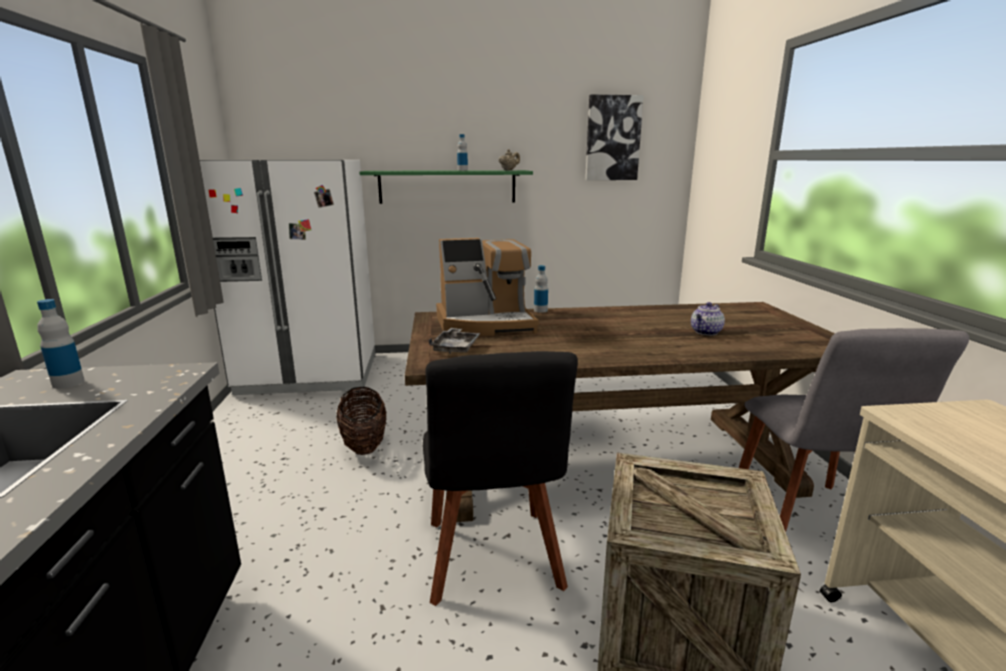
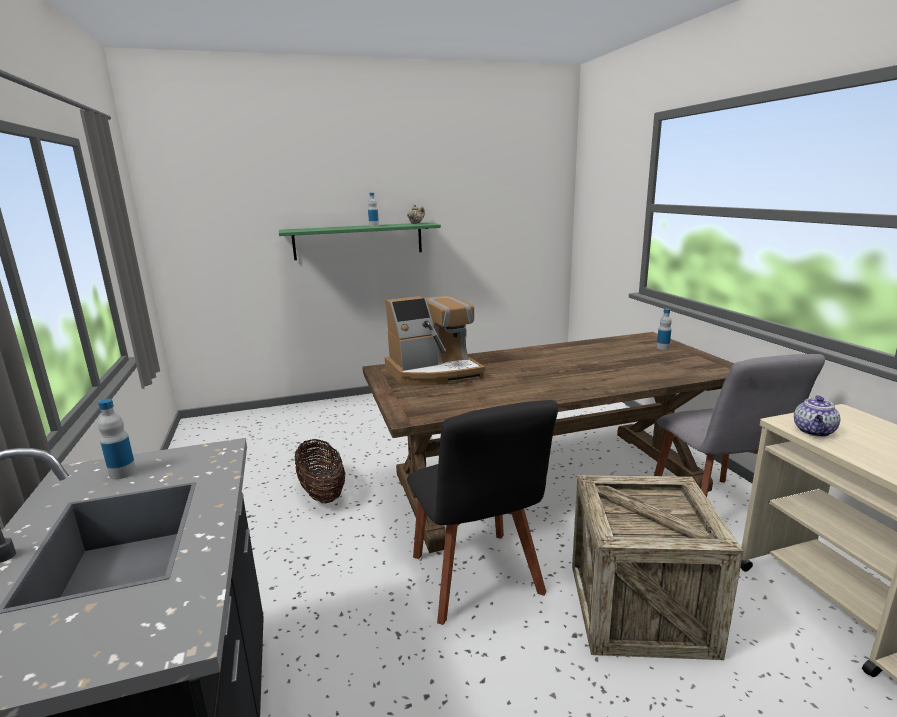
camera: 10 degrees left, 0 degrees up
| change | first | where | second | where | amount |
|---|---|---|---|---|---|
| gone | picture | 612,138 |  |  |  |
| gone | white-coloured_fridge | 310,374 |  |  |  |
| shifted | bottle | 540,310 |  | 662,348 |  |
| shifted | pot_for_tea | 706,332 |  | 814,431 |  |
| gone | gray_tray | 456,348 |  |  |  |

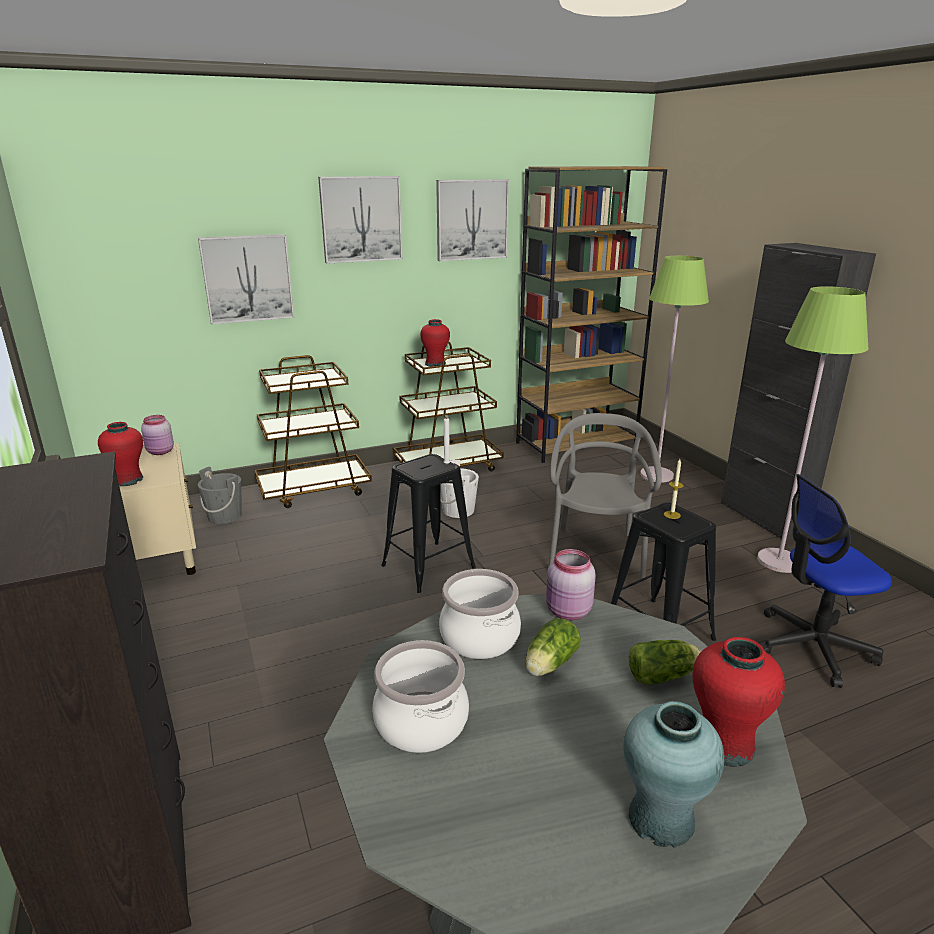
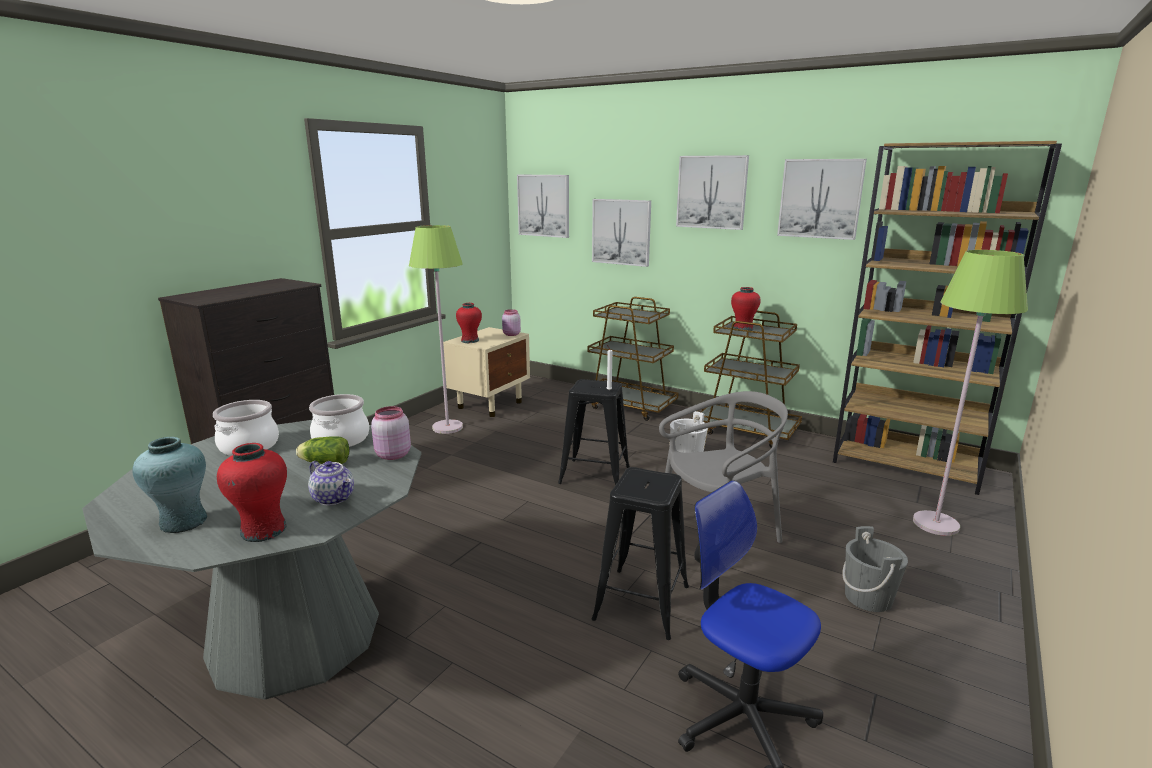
camera: 55 degrees right, 5 degrees down
| change | first | where | second | where | amount |
|---|---|---|---|---|---|
| gone | blackish_cabinet | 764,517 |  |  |  |
| shifted | green_standing_lamp | 779,561 |  | 447,427 |  |
| gone | candle | 672,515 |  |  |  |
| shifted | gray_bucket | 224,516 |  | 868,597 |  |
| swapped | lettuce_head | 664,675 | pot_for_tea | 334,498 |  |
| new |  |  | picture | 544,205 |  |

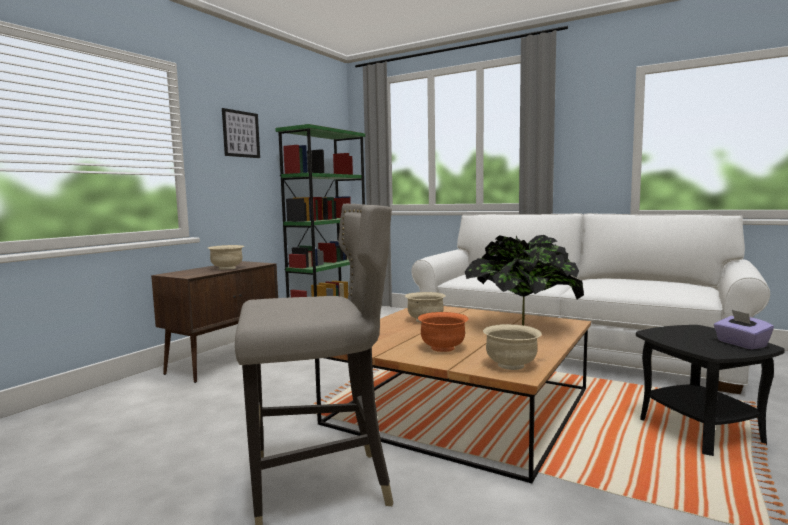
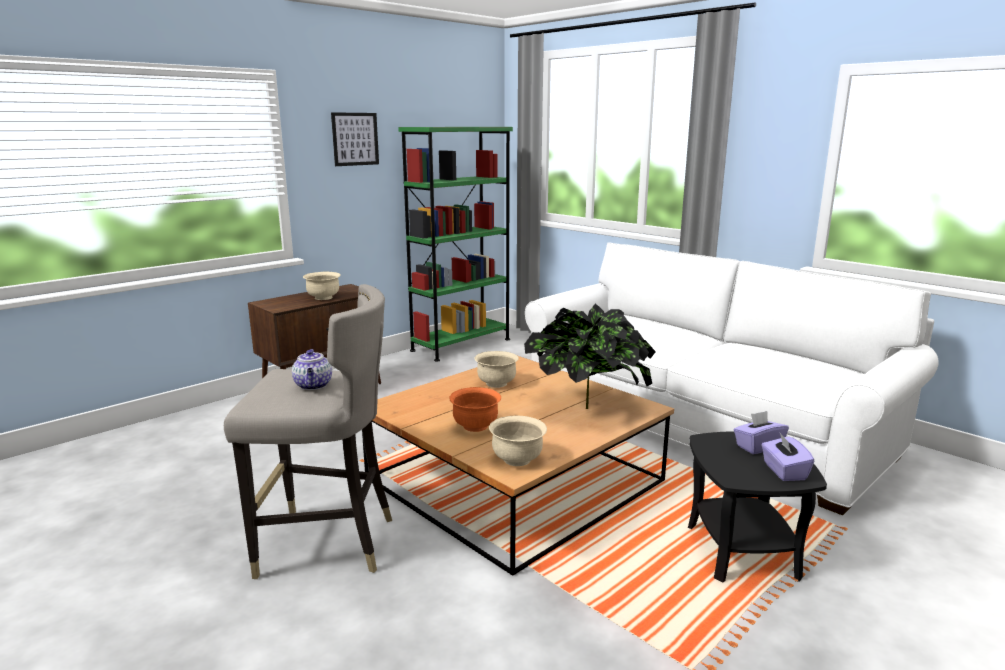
camera: 15 degrees right, 10 degrees up
| change | first | where | second | where | amount |
|---|---|---|---|---|---|
| new |  |  | pot_for_tea | 313,386 |  |
| new |  |  | purple_tissue_holder | 758,446 |  |

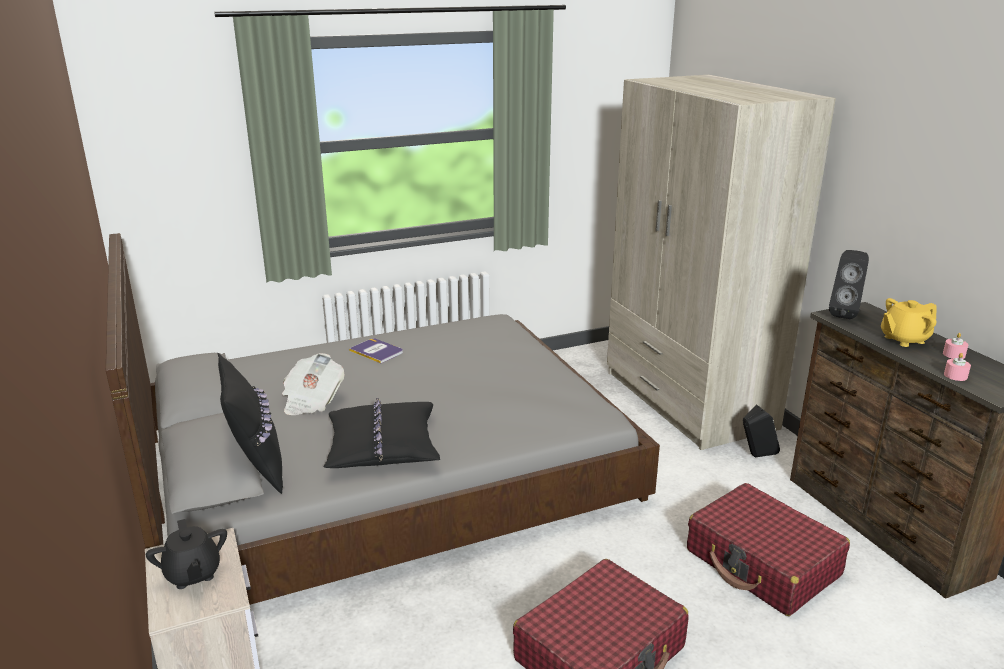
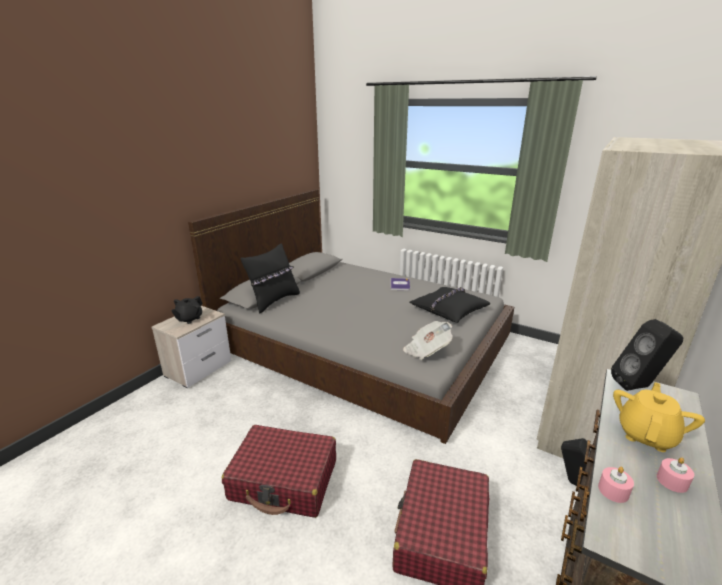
camera: 55 degrees right, 0 degrees up
| change | first | where | second | where | amount |
|---|---|---|---|---|---|
| rotated | yellowish_pot_for_tea | 903,339 |  | 646,435 | 90 degrees clockwise |
| shifted | daily_paper | 312,401 |  | 426,350 |  |
| shifted | blackish_cushion | 382,446 |  | 448,310 |  |

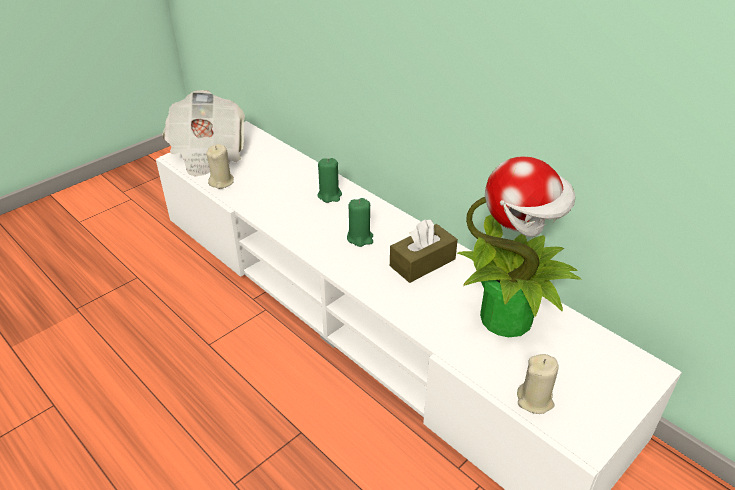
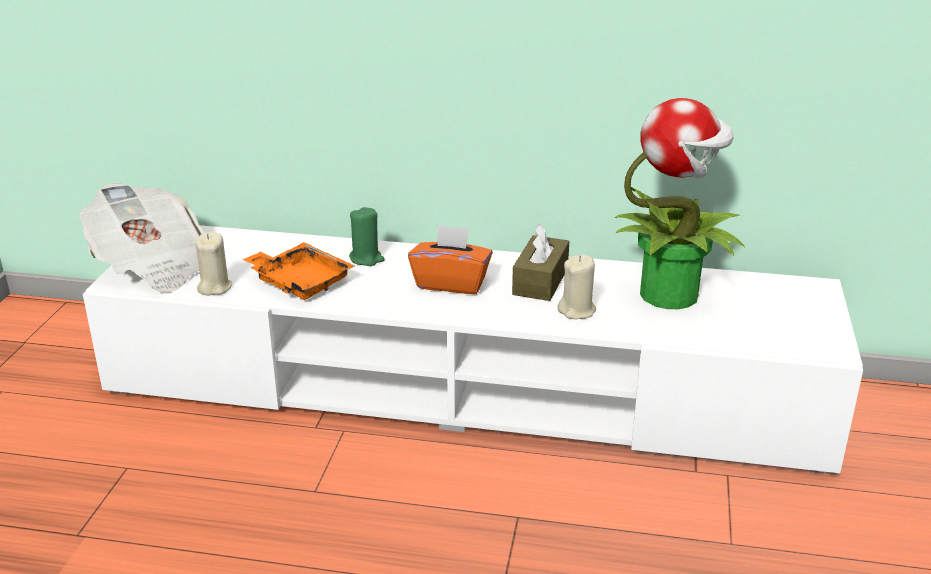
camera: 35 degrees left, 10 degrees down
| change | first | where | second | where | amount |
|---|---|---|---|---|---|
| swapped | green_candle | 360,238 | orangey_tissue_holder | 451,283 |  |
| shifted | sand-coloured_candle | 535,400 |  | 577,311 |  |
| new |  |  | orangey_tray | 300,282 |  |

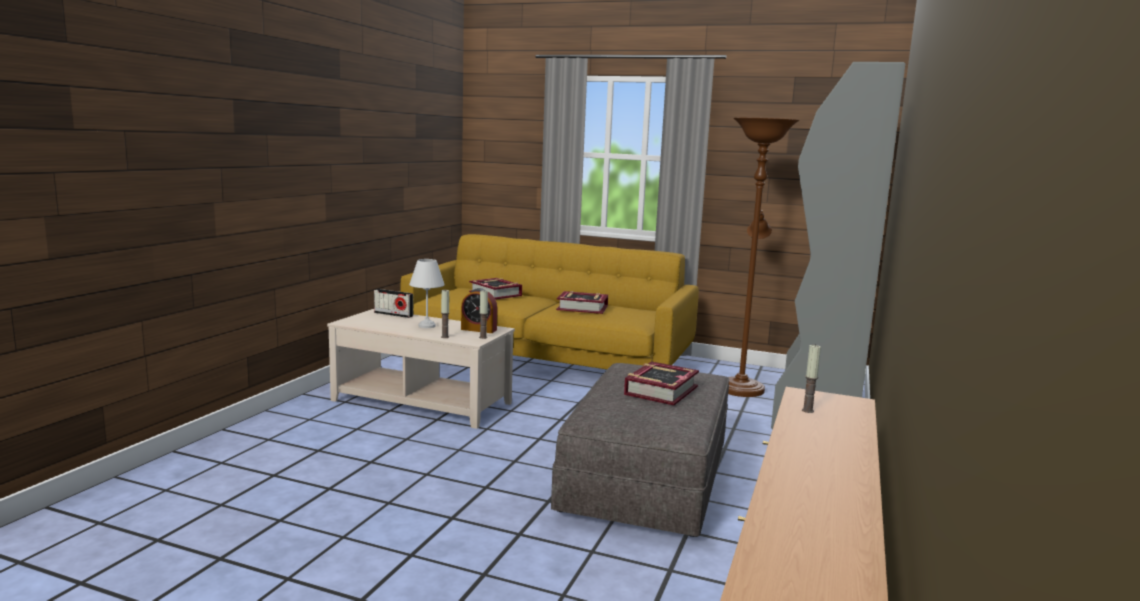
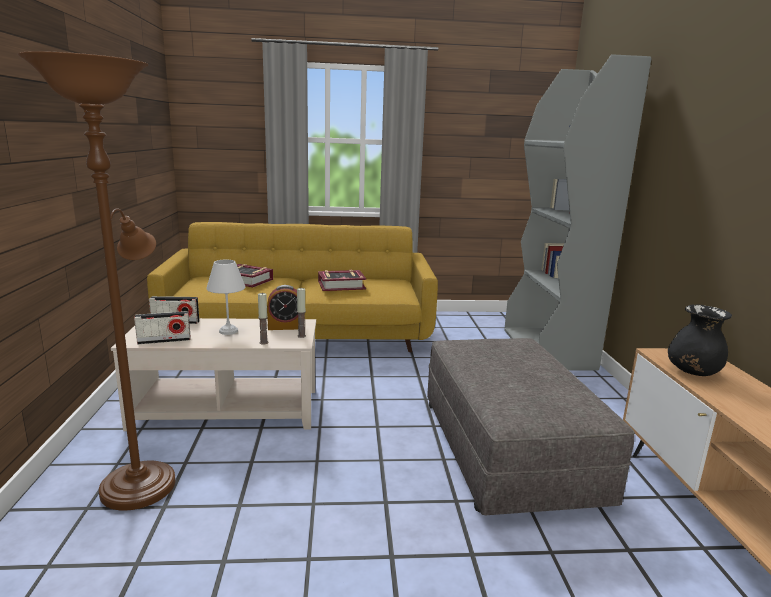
camera: 25 degrees left, 5 degrees up
| change | first | where | second | where | amount |
|---|---|---|---|---|---|
| shifted | brownish_standing_lamp | 741,387 |  | 141,481 |  |
| swapped | candle | 807,410 | blackish_vase | 692,372 |  |
| gone | volume | 660,390 |  |  |  |
| new |  |  | radio | 164,340 |  |

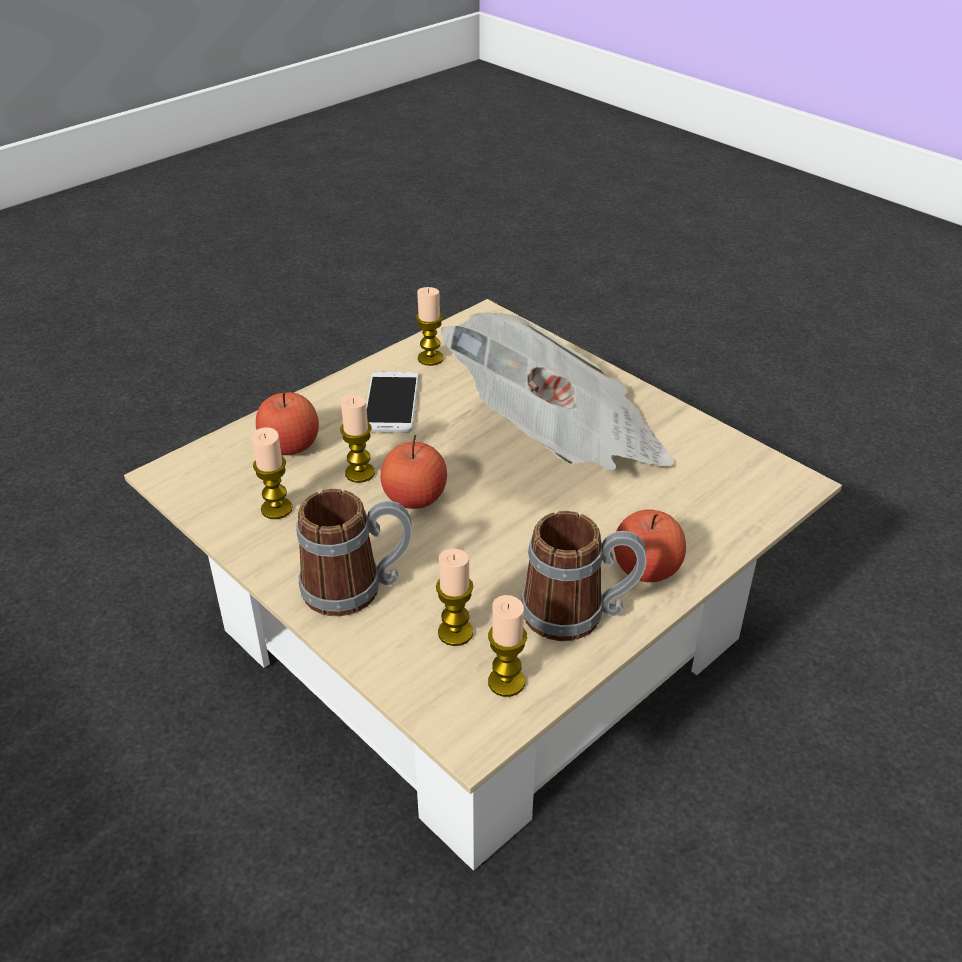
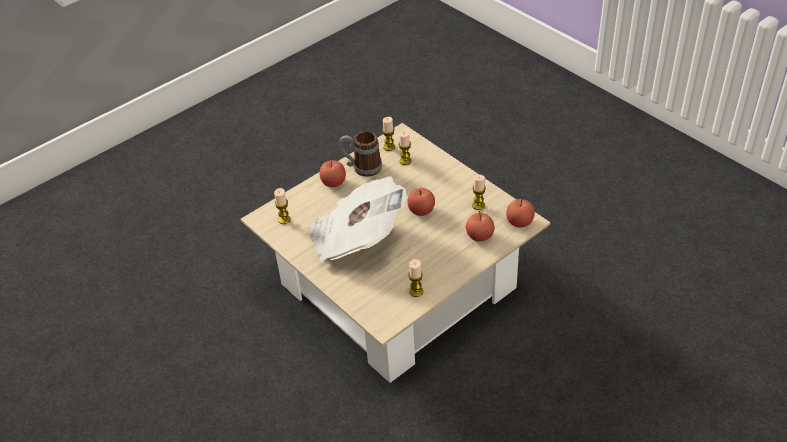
camera: 175 degrees left, 5 degrees up
| change | first | where | second | where | amount |
|---|---|---|---|---|---|
| gone | phone | 391,403 |  |  |  |
| shifted | candle | 360,473 |  | 284,219 |  |
| gone | tea_mug | 357,588 |  |  |  |
| new |  |  | apple | 519,222 |  |

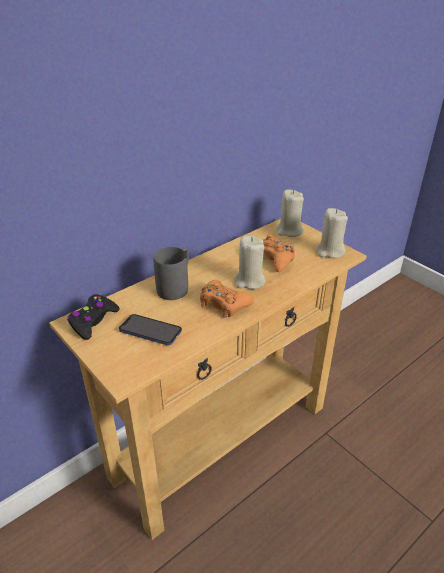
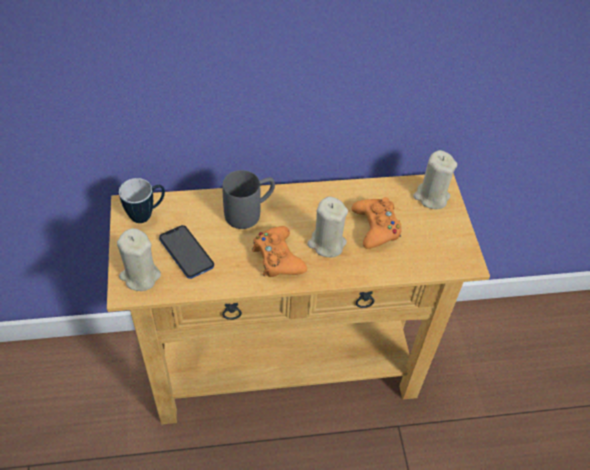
camera: 30 degrees right, 15 degrees up
| change | first | where | second | where | amount |
|---|---|---|---|---|---|
| shifted | sand-coloured_candle | 329,251 |  | 140,276 |  |
| swapped | blackish_joypad | 93,321 | tea_mug | 146,214 |  |

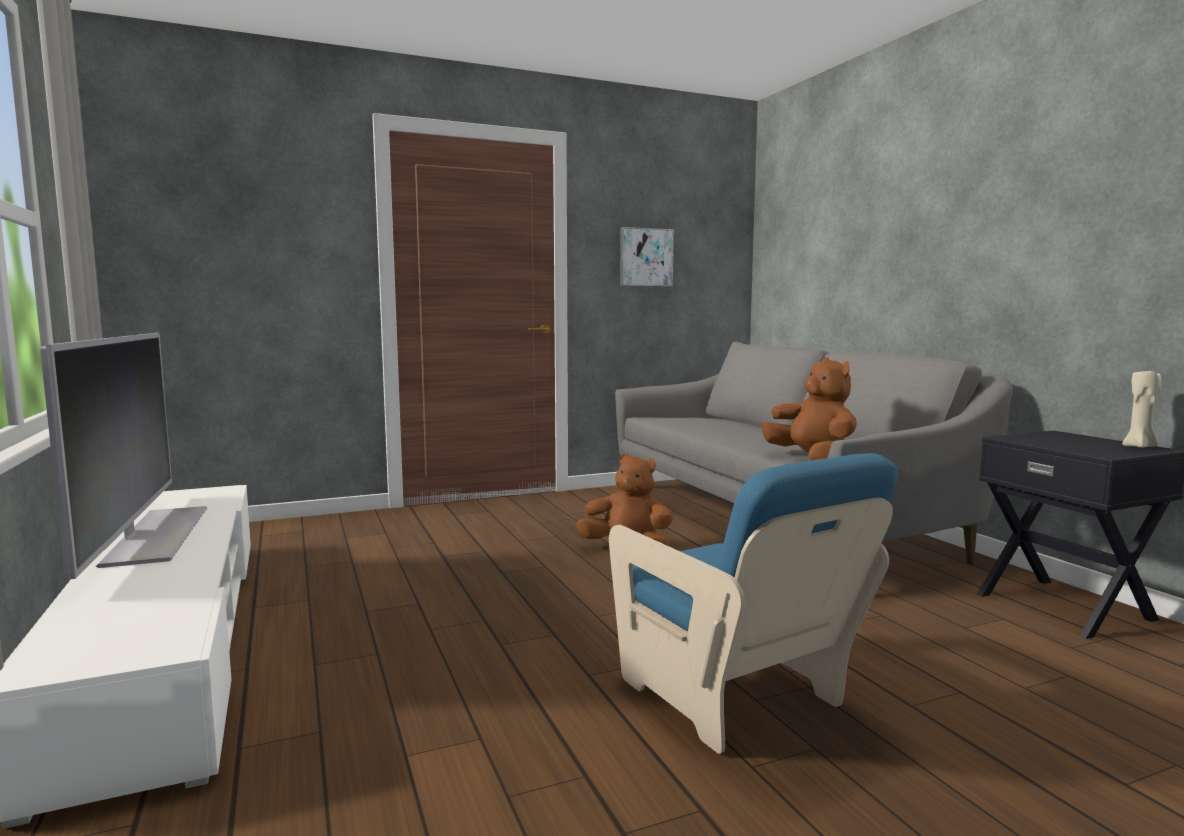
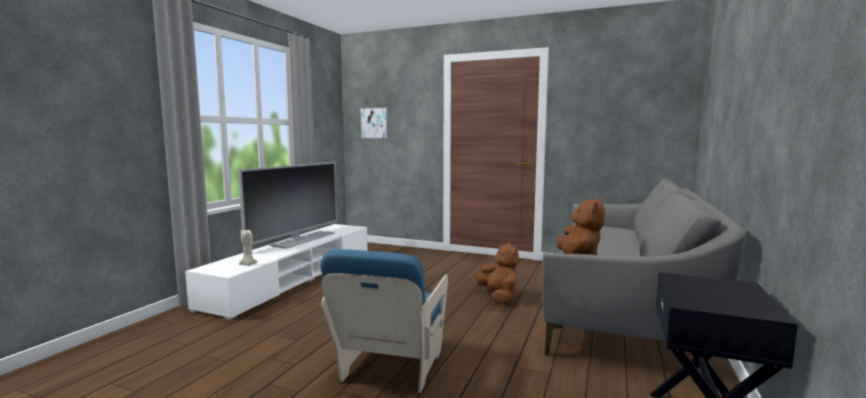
camera: 45 degrees right, 0 degrees up
| change | first | where | second | where | amount |
|---|---|---|---|---|---|
| shifted | picture | 645,257 |  | 374,123 |  |
| shifted | sand-coloured_candle | 1140,447 |  | 248,264 |  |

